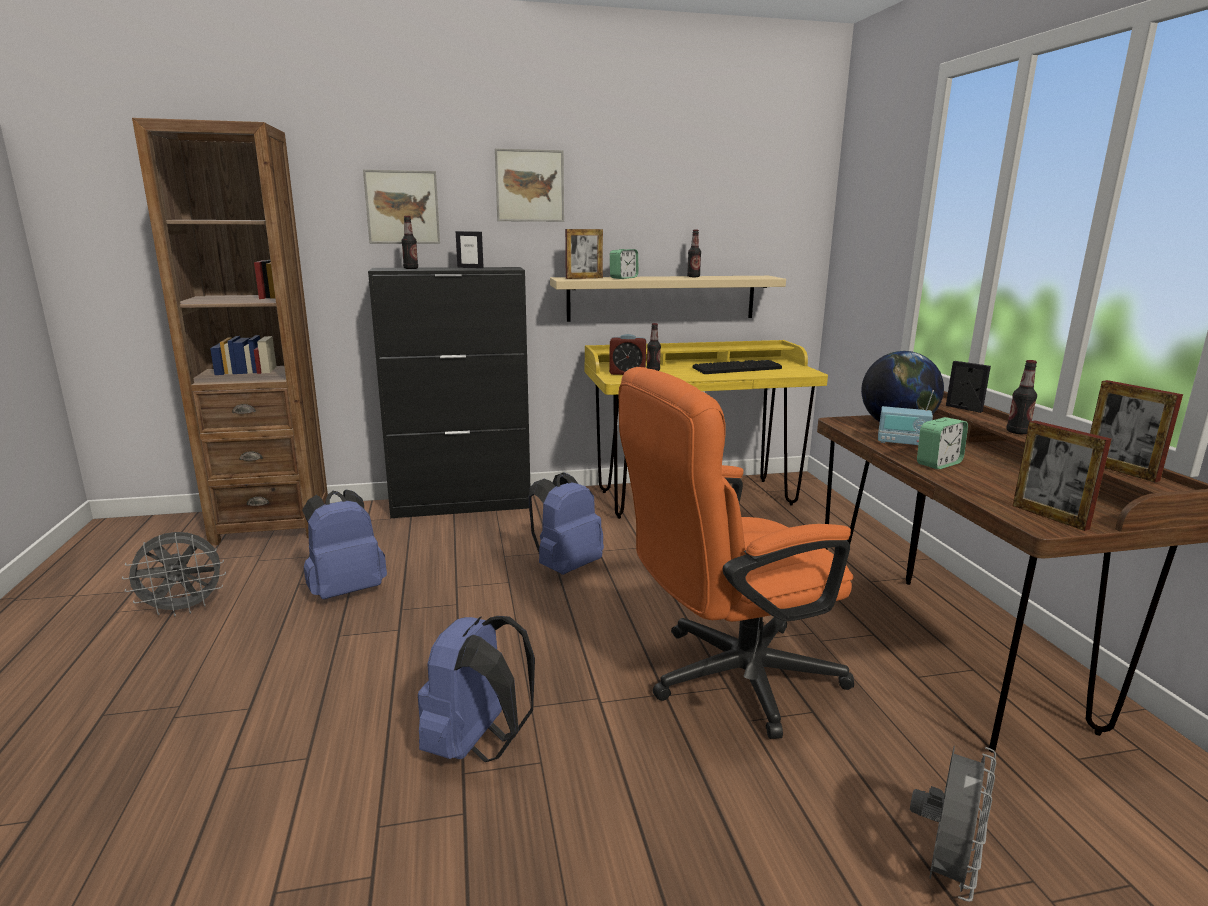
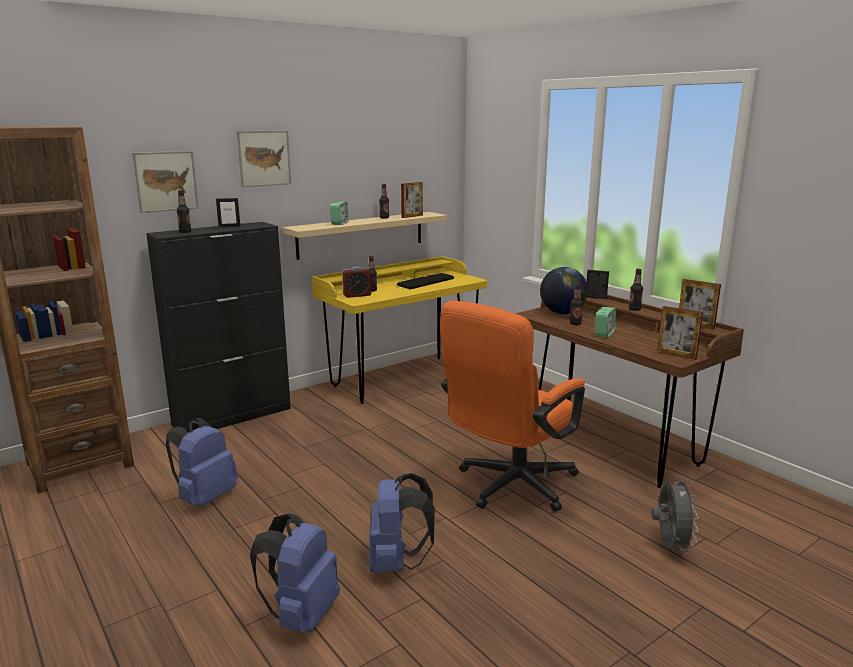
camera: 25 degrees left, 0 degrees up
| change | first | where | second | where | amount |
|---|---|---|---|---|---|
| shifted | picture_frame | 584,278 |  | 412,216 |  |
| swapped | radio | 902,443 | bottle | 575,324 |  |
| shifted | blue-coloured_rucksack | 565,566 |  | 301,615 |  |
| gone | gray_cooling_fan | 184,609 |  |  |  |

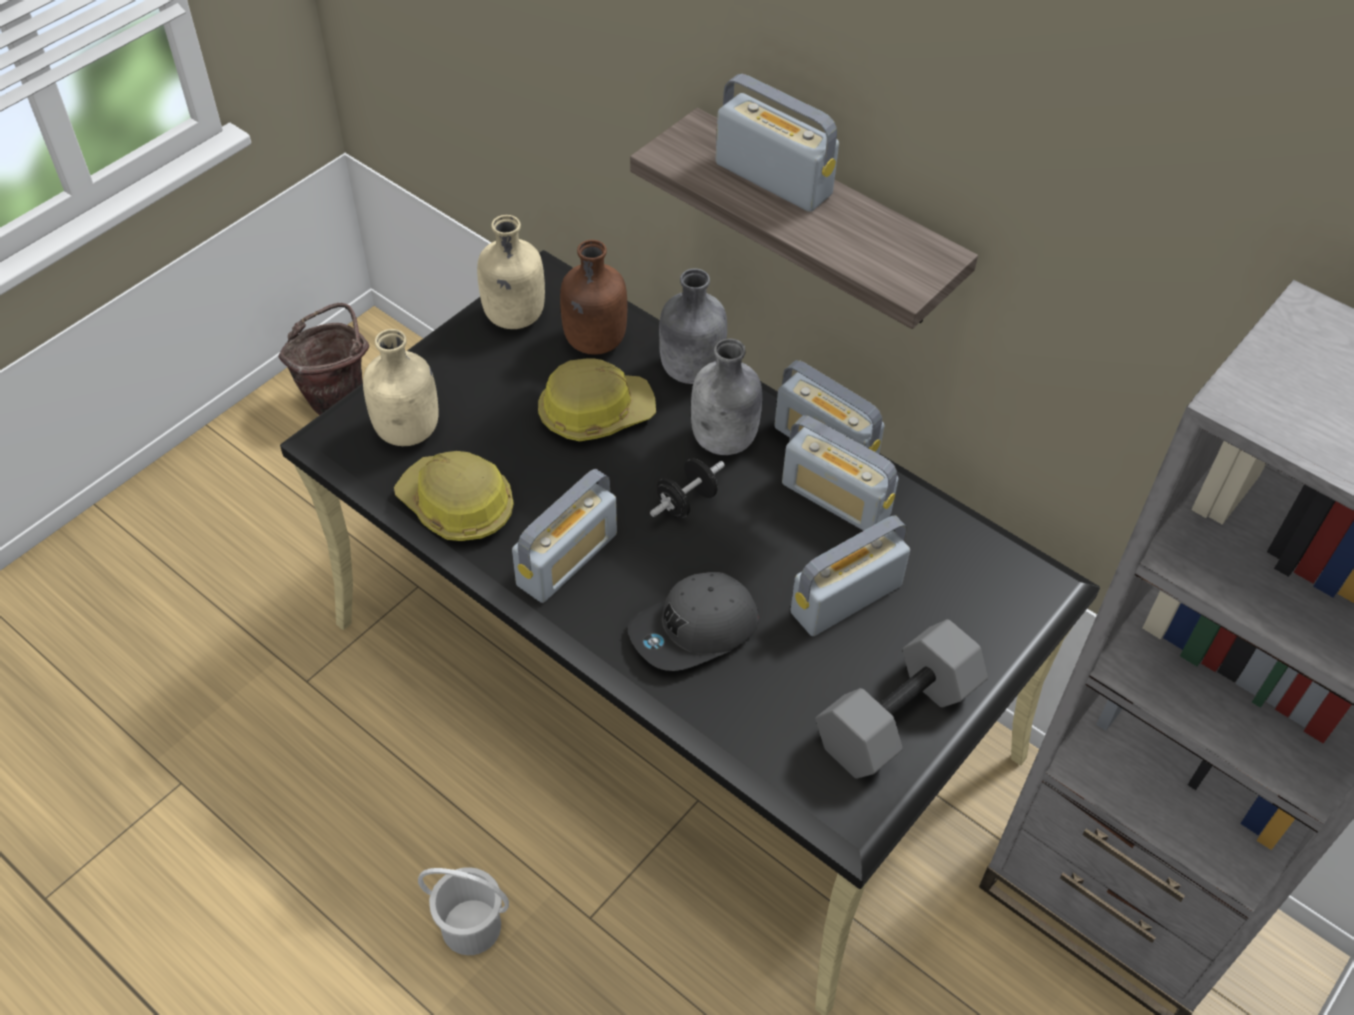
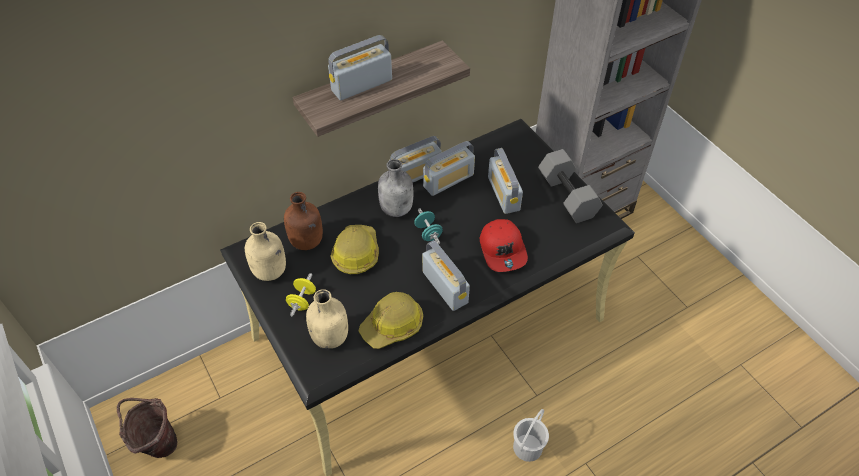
camera: 70 degrees left, 0 degrees up
| change | first | where | second | where | amount |
|---|---|---|---|---|---|
| gone | gray_bottle | 690,370 |  |  |  |
| repainted | blackish_dumbbell | 686,502 | turquoise-coloured_dumbbell | 428,233 |  |
| repainted | gray_cap | 694,631 | reddish_cap | 503,250 |  |
| new |  |  | yellowish_dumbbell | 302,300 |  |

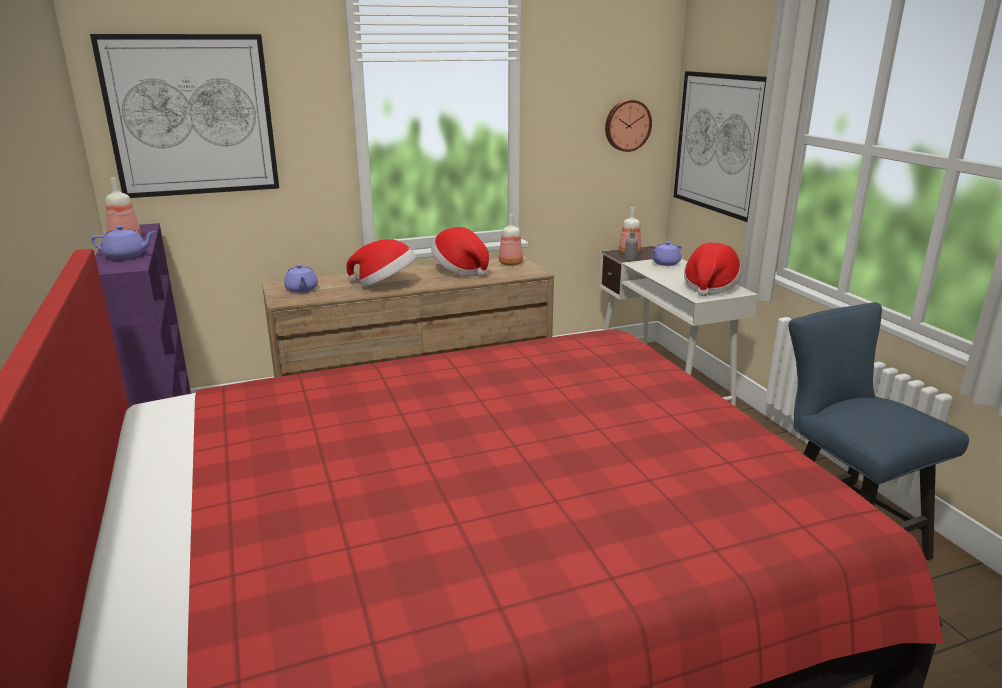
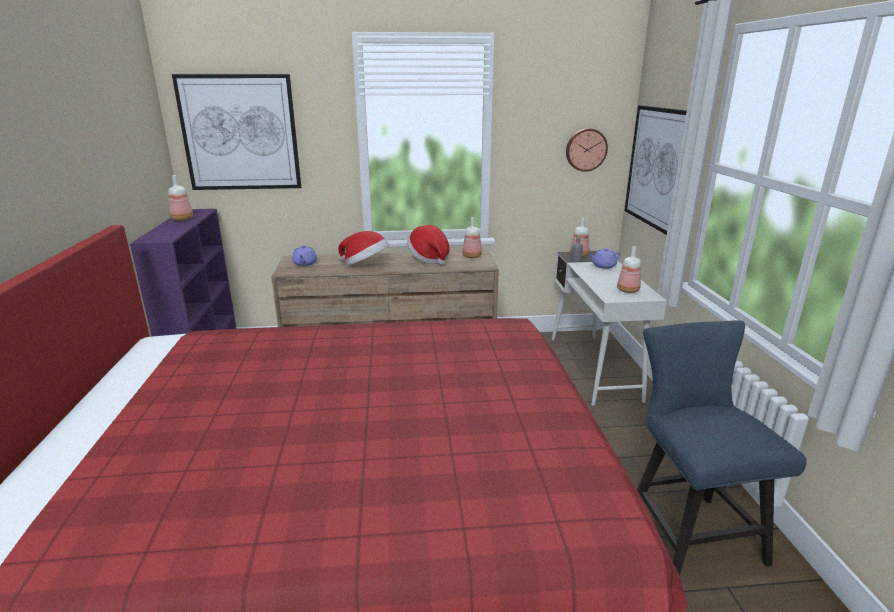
camera: 15 degrees right, 0 degrees up
| change | first | where | second | where | amount |
|---|---|---|---|---|---|
| gone | purple_pot_for_tea | 127,256 |  |  |  |
| swapped | wearable_hat | 709,287 | bottle | 627,290 |  |

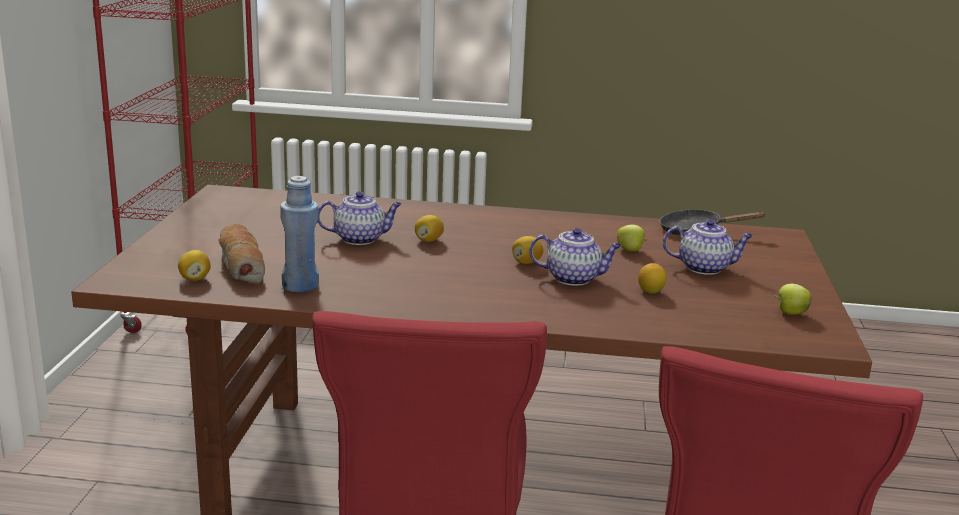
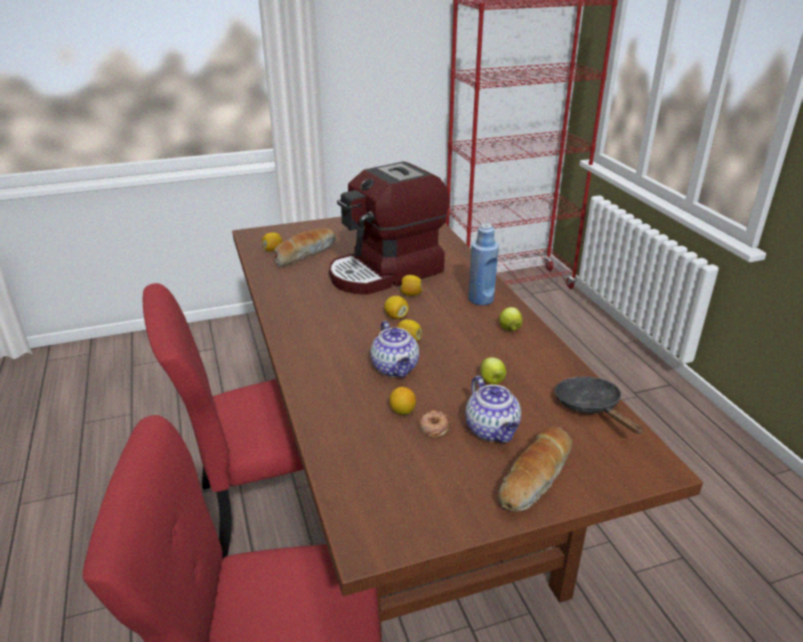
camera: 65 degrees right, 10 degrees up
| change | first | where | second | where | amount |
|---|---|---|---|---|---|
| shifted | blue-coloured_bottle | 300,286 |  | 481,299 |  |
| swapped | pot_for_tea | 360,239 | coffee_maker | 386,272 |  |
| shifted | apple | 790,313 |  | 509,329 |  |
| new |  |  | lemon | 396,316 |  |
| new |  |  | donut | 433,427 |  |
| new |  |  | bakery_bread | 535,479 |  |

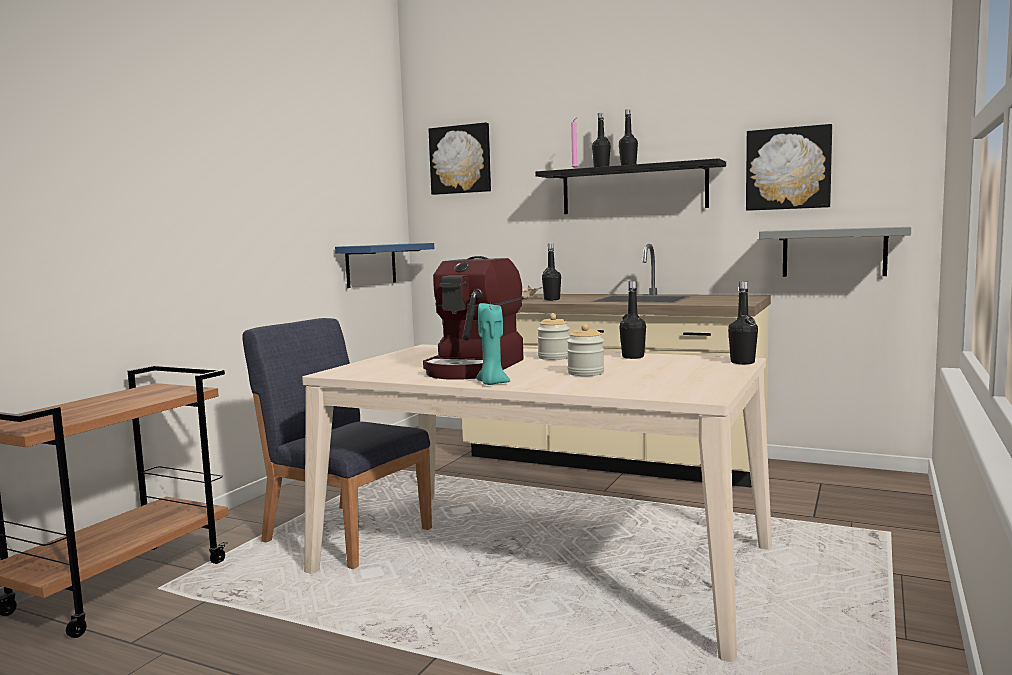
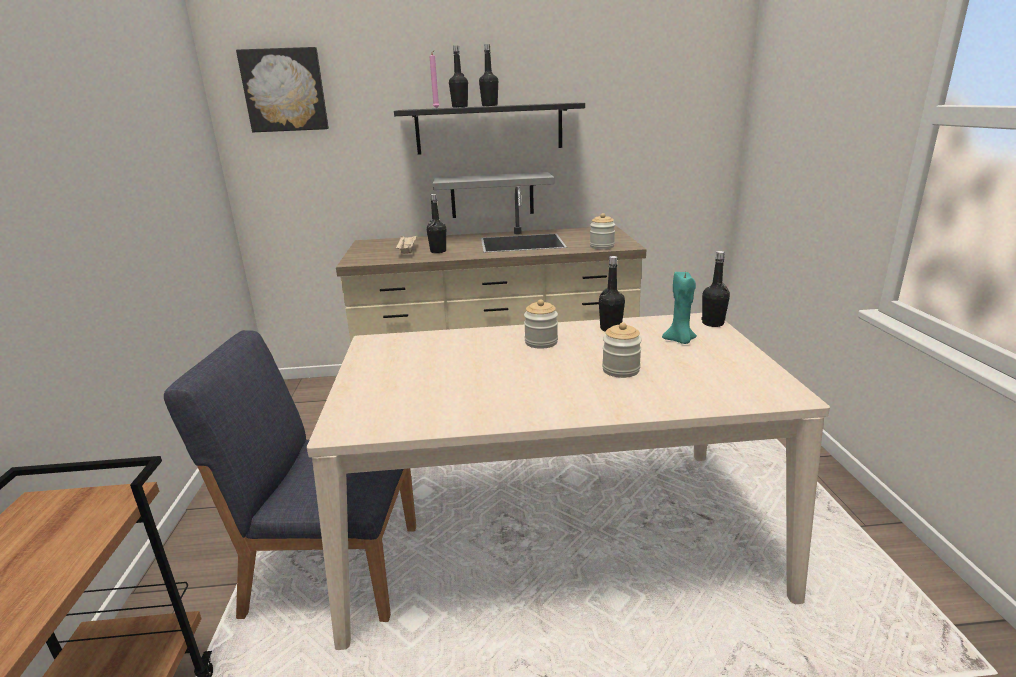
camera: 30 degrees left, 15 degrees up
| change | first | where | second | where | amount |
|---|---|---|---|---|---|
| gone | picture | 788,169 |  |  |  |
| shifted | gray_wall_shelf | 834,252 |  | 492,195 |  |
| gone | blue-coloured_wall_shelf | 371,265 |  |  |  |
| gone | coffee_maker | 475,368 |  |  |  |
| shifted | turquoise-coloured_candle | 492,383 |  | 680,340 |  |
| new |  |  | preserve_jar | 602,246 |  |

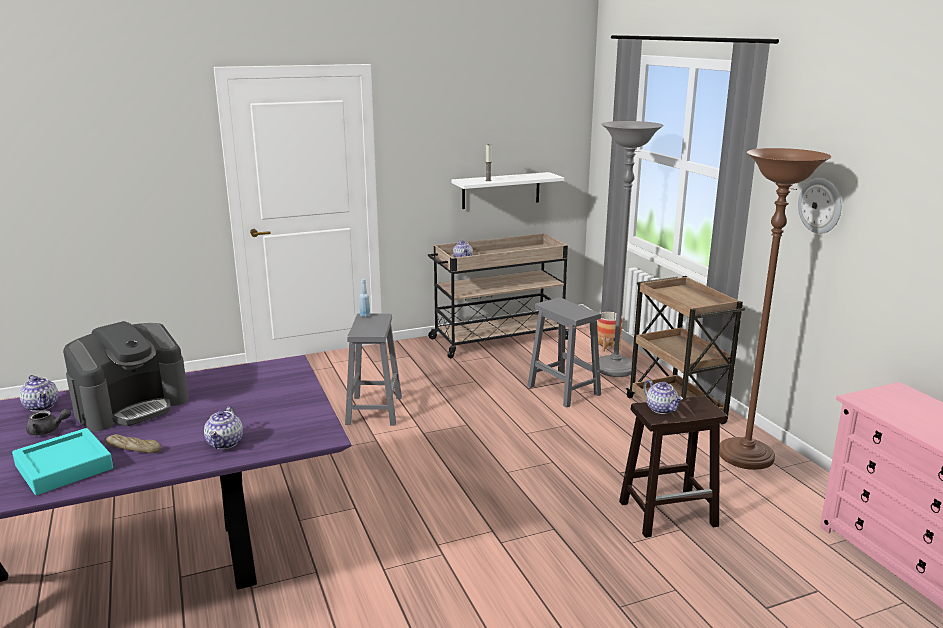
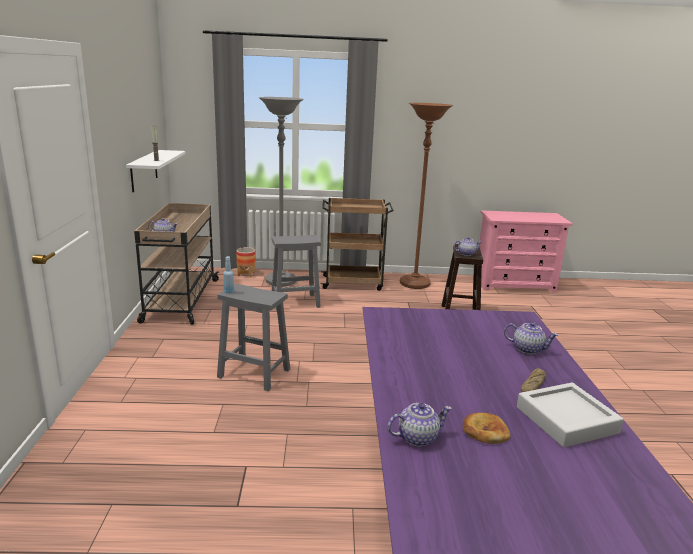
camera: 70 degrees left, 0 degrees up
| change | first | where | second | where | amount |
|---|---|---|---|---|---|
| gone | hanging_clock | 820,205 |  |  |  |
| gone | coffee_maker | 132,406 |  |  |  |
| swapped | gray_pot_for_tea | 48,431 | bakery_bread | 485,431 |  |
| repainted | turquoise-coloured_tray | 64,467 | gray_tray | 566,420 |  |

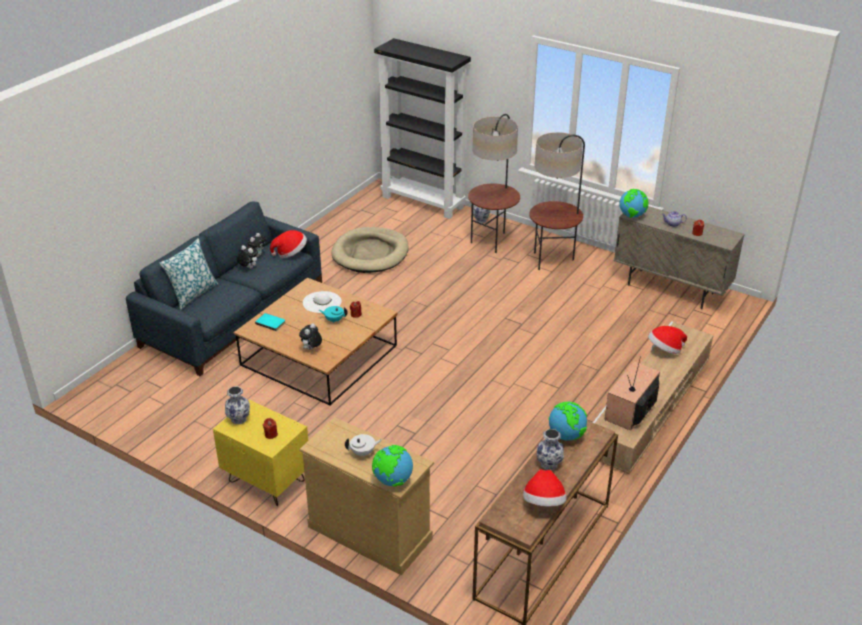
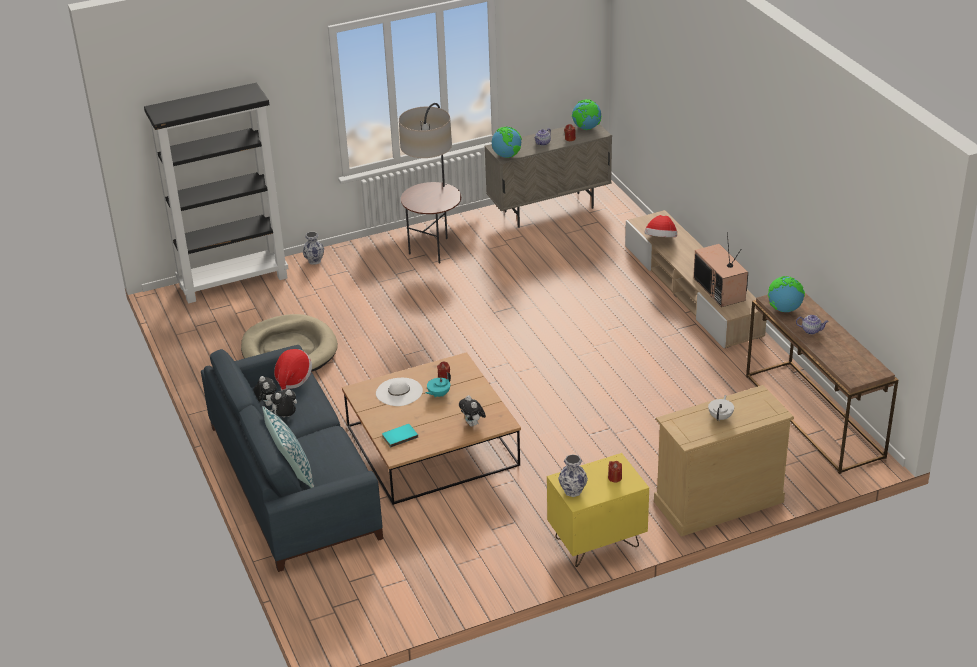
camera: 55 degrees left, 0 degrees up
| change | first | where | second | where | amount |
|---|---|---|---|---|---|
| gone | standing_lamp | 492,241 |  |  |  |
| swapped | vase | 549,464 | pot_for_tea | 811,330 |  |
| shifted | world_globe | 392,481 |  | 586,128 |  |
| gone | wearable_hat | 544,503 |  |  |  |

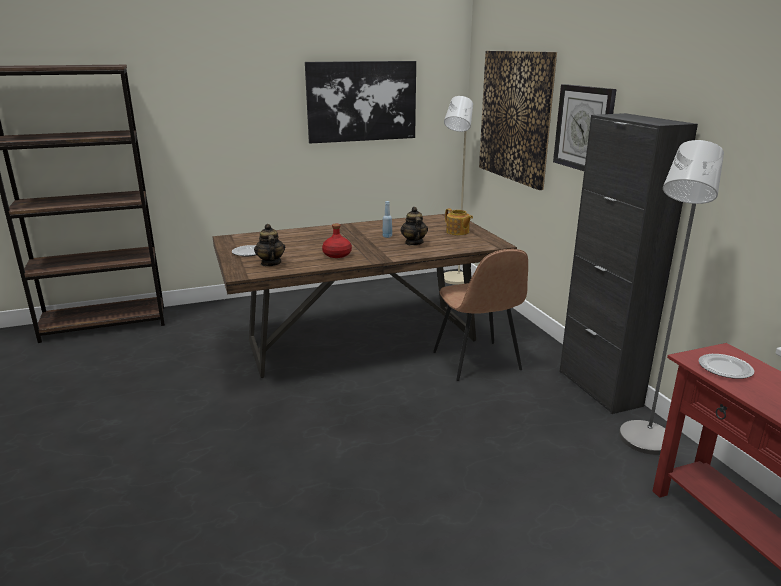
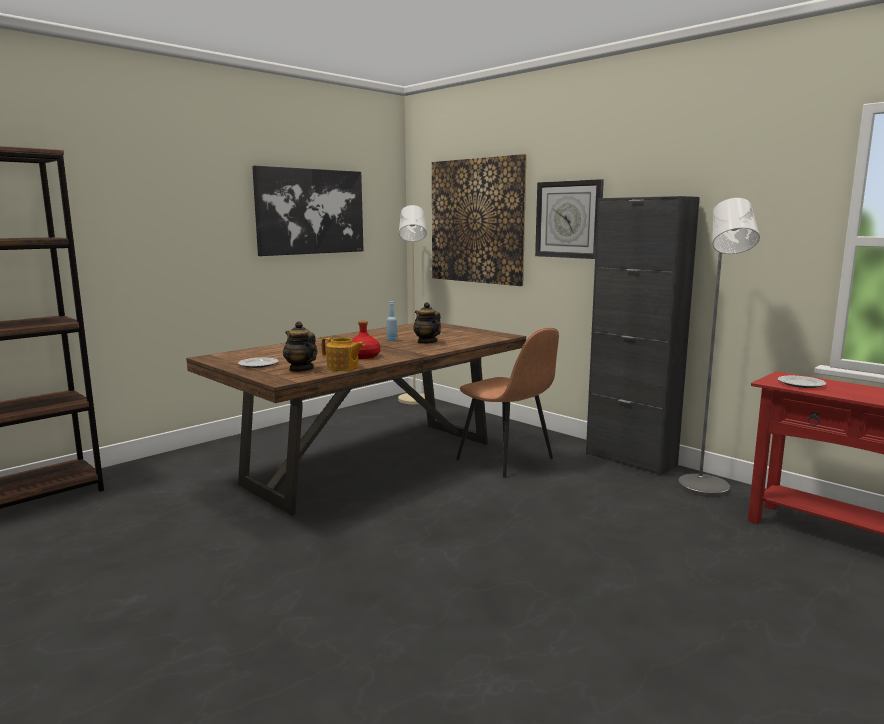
camera: 25 degrees left, 10 degrees down
| change | first | where | second | where | amount |
|---|---|---|---|---|---|
| shifted | pot_for_tea | 457,232 |  | 343,367 |  |

